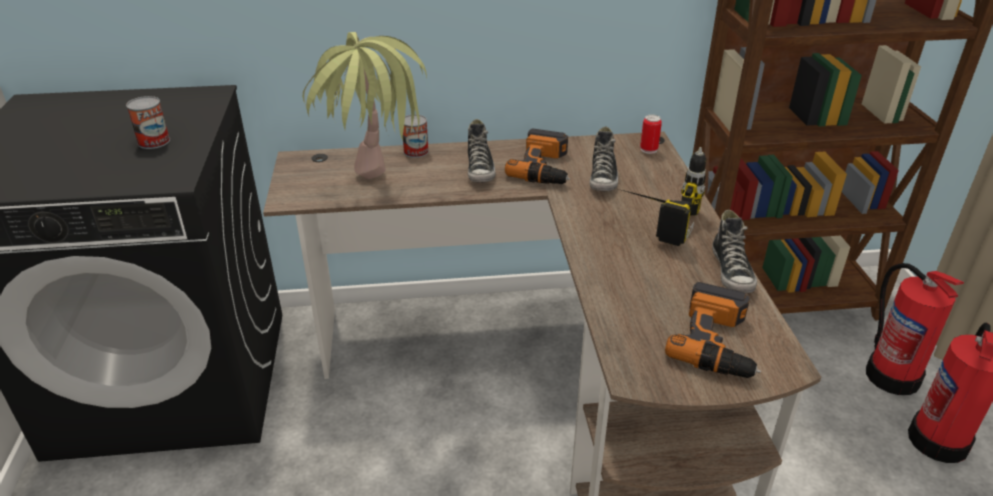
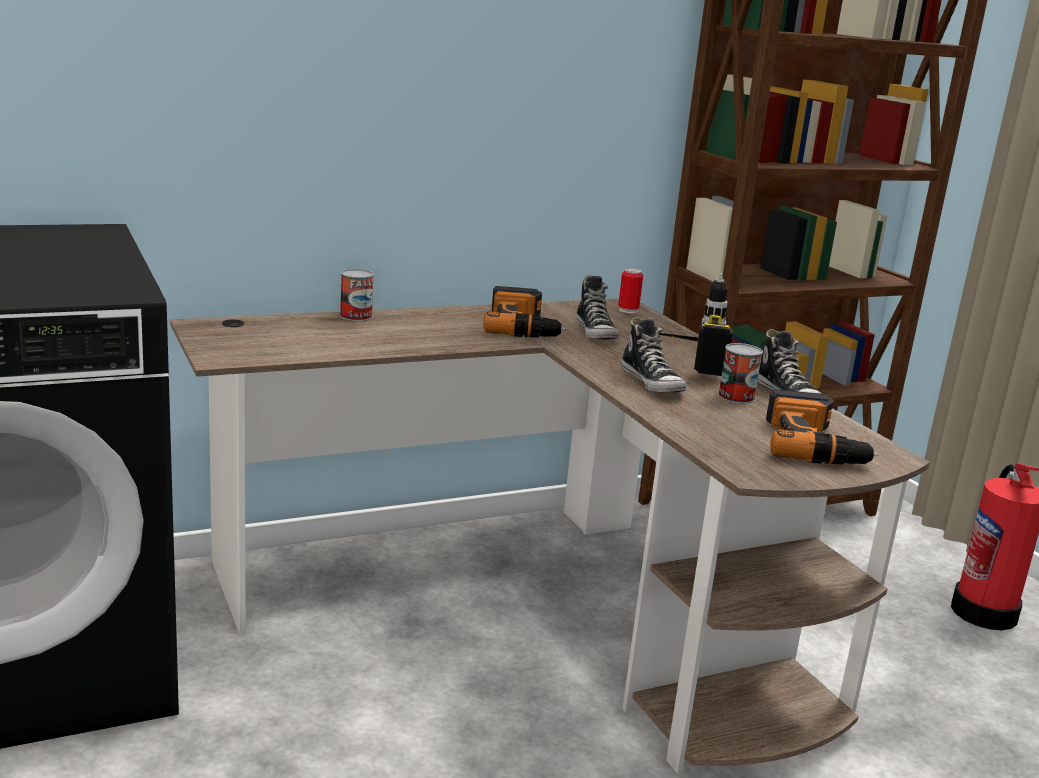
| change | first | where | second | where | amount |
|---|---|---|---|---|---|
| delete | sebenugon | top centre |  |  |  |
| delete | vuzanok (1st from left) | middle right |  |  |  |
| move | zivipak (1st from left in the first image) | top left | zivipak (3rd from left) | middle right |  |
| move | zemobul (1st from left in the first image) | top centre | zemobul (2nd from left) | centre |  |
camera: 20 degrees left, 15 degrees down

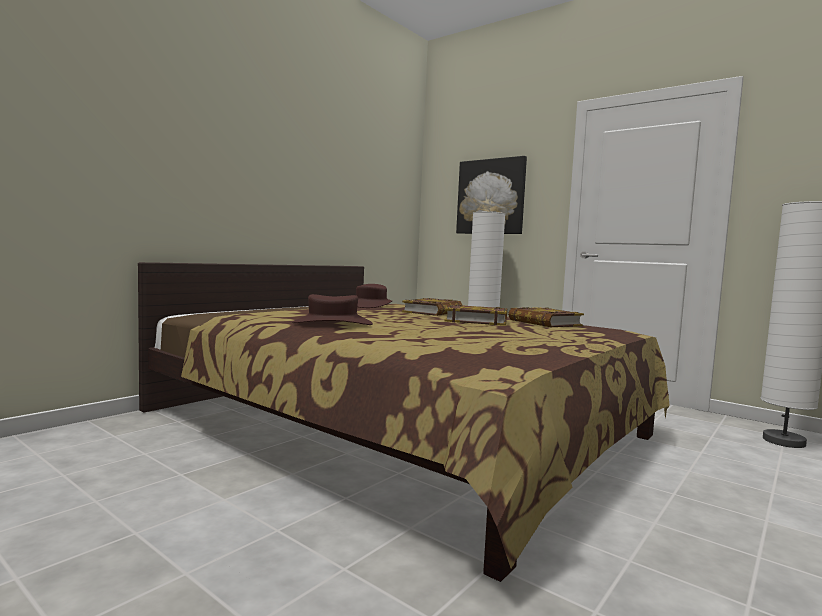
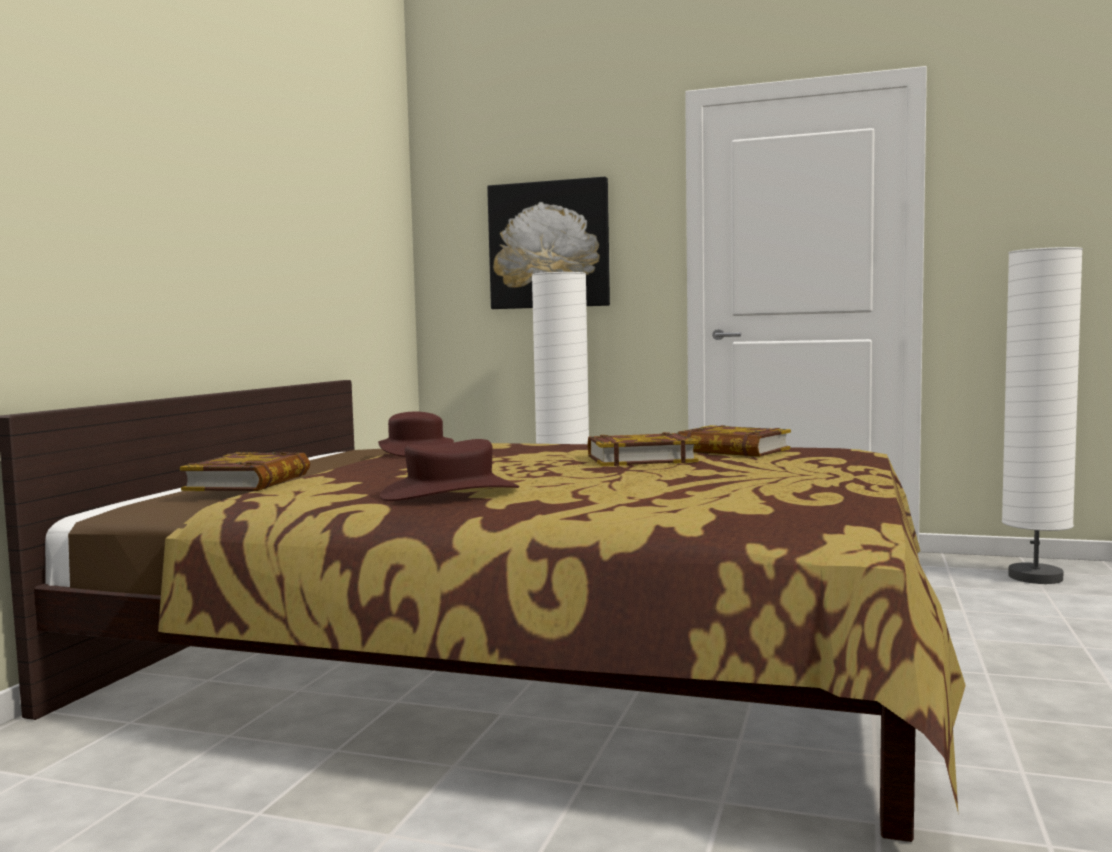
| change | first | where | second | where | amount |
|---|---|---|---|---|---|
| move | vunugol (1st from left) | centre |  | middle left |  |
camera: 20 degrees left, 0 degrees up

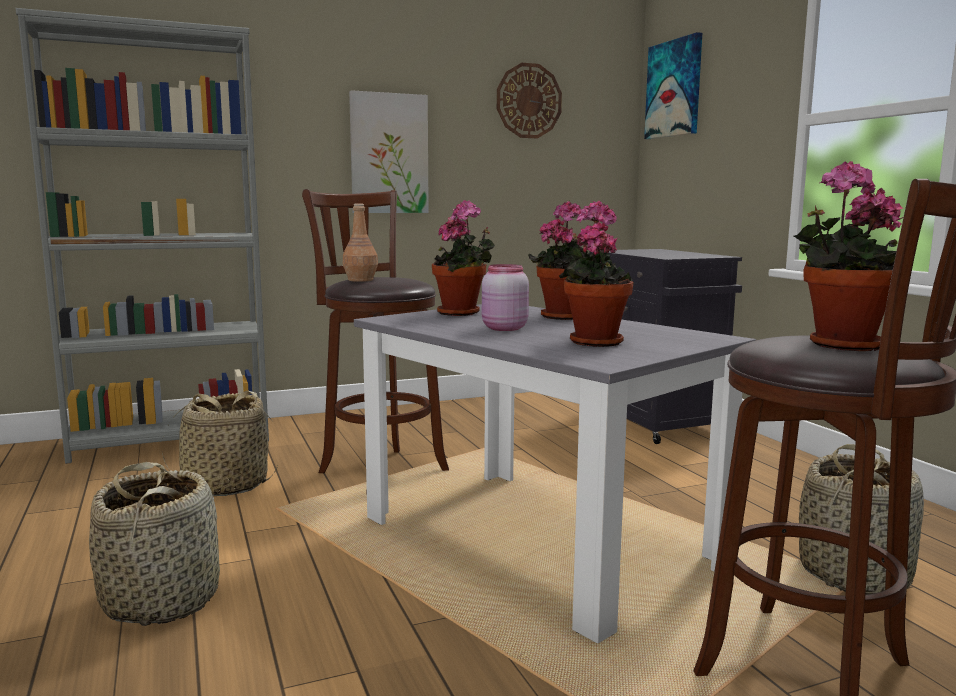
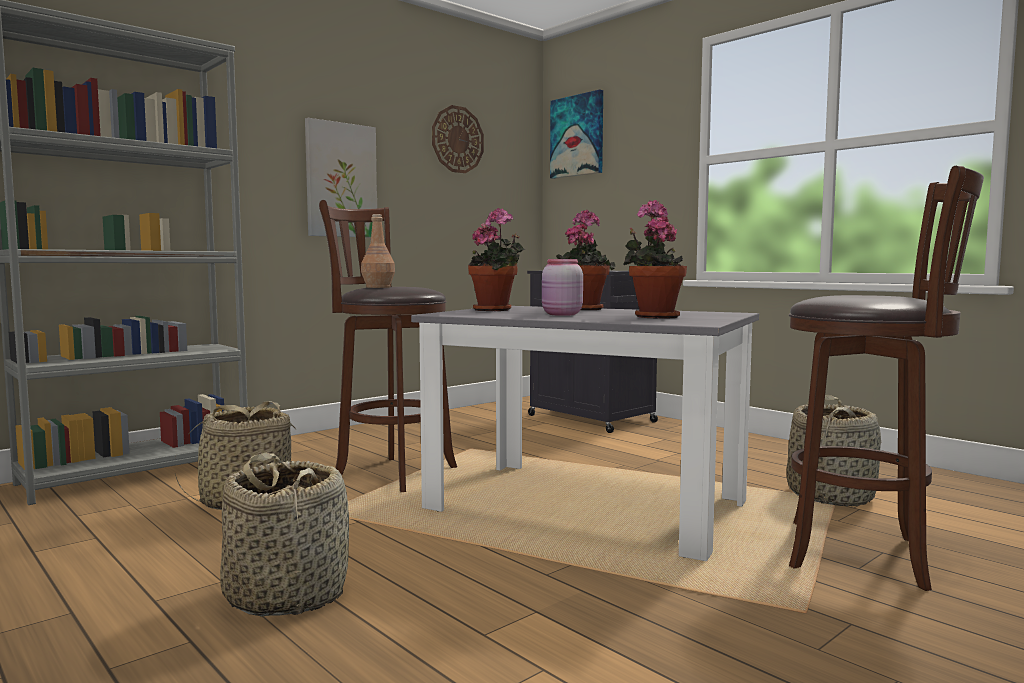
| change | first | where | second | where | amount |
|---|---|---|---|---|---|
| delete | sebenugon (4th from left) | middle right |  |  |  |
camera: 20 degrees left, 5 degrees down

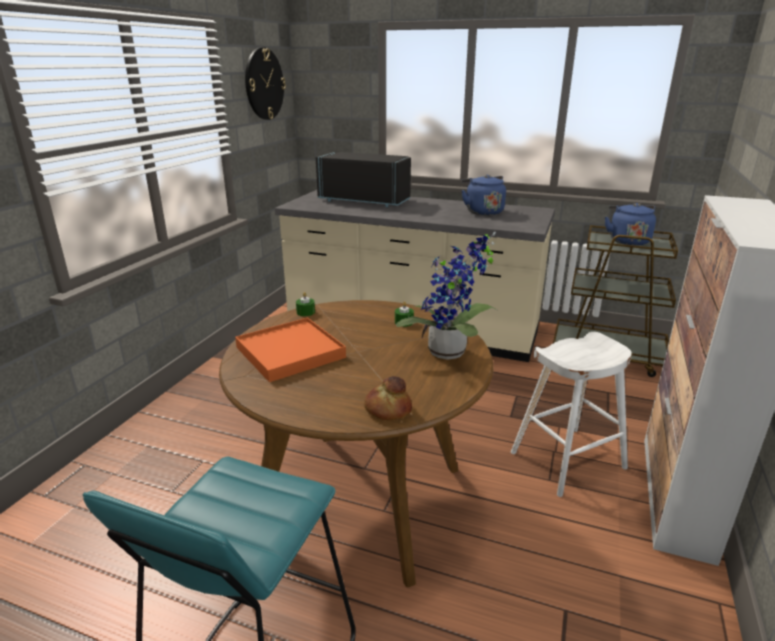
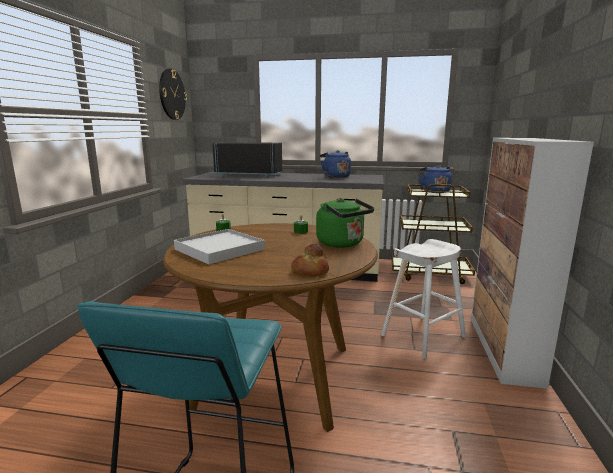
| change | first | where | second | where | amount |
|---|---|---|---|---|---|
| replace | sebenugon | centre | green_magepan | centre |  |
| recolor | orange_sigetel | centre | white_sigetel | centre |  |
camera: 10 degrees left, 10 degrees down

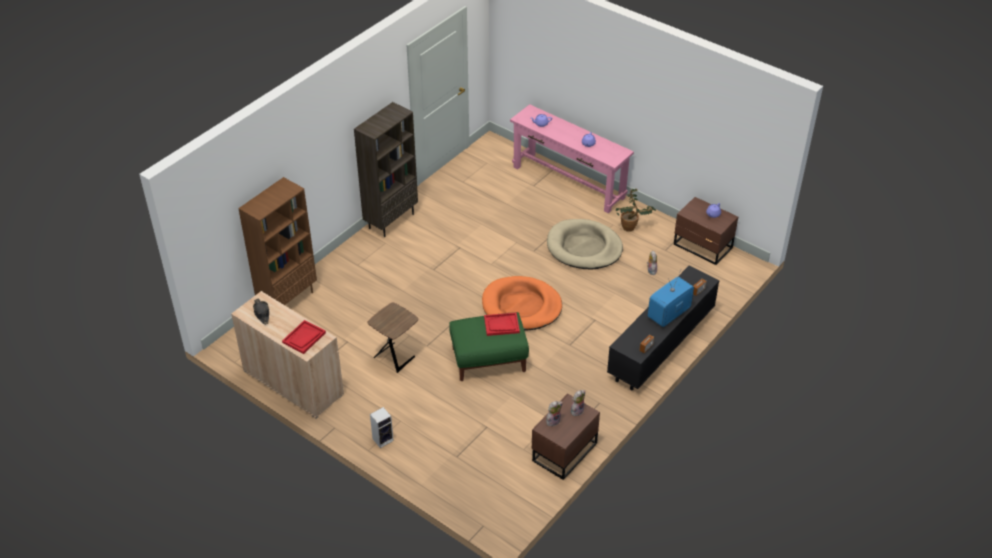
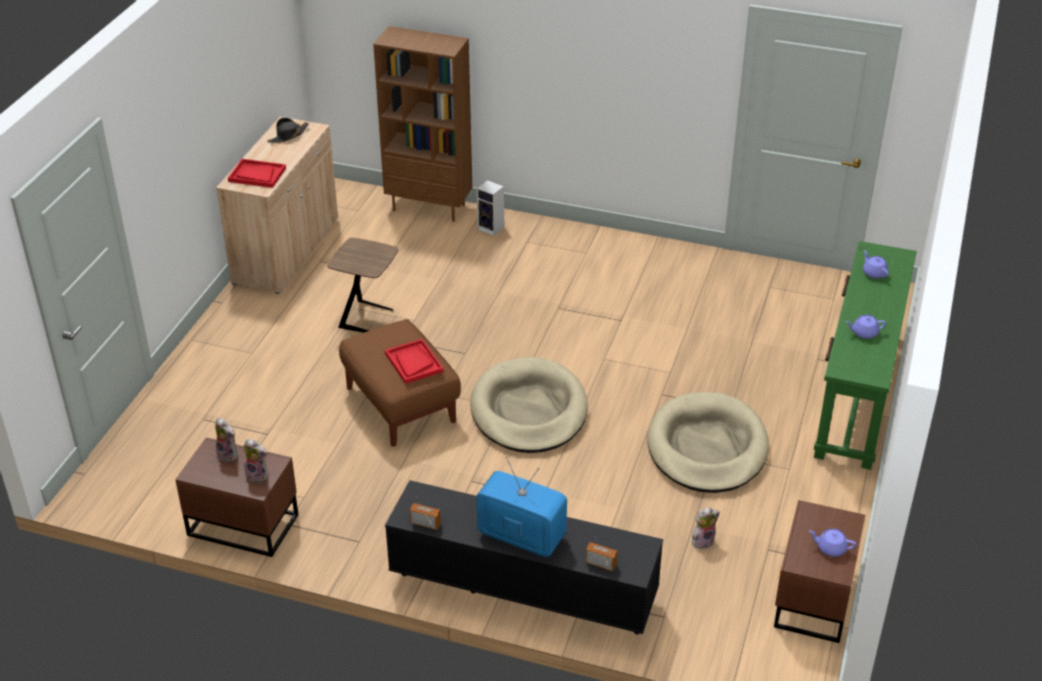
| change | first | where | second | where | amount |
|---|---|---|---|---|---|
| delete | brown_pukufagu (2nd from left) | top centre |  |  |  |
| delete | sebenugon | centre |  |  |  |
| move | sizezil | bottom centre |  | top centre |  |
| recolor | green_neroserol | centre | brown_neroserol | centre |  |
| recolor | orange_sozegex | centre | beige_sozegex (1st from left) | centre |  |
| recolor | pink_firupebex | top centre | green_firupebex | middle right |  |
camera: 70 degrees right, 5 degrees down

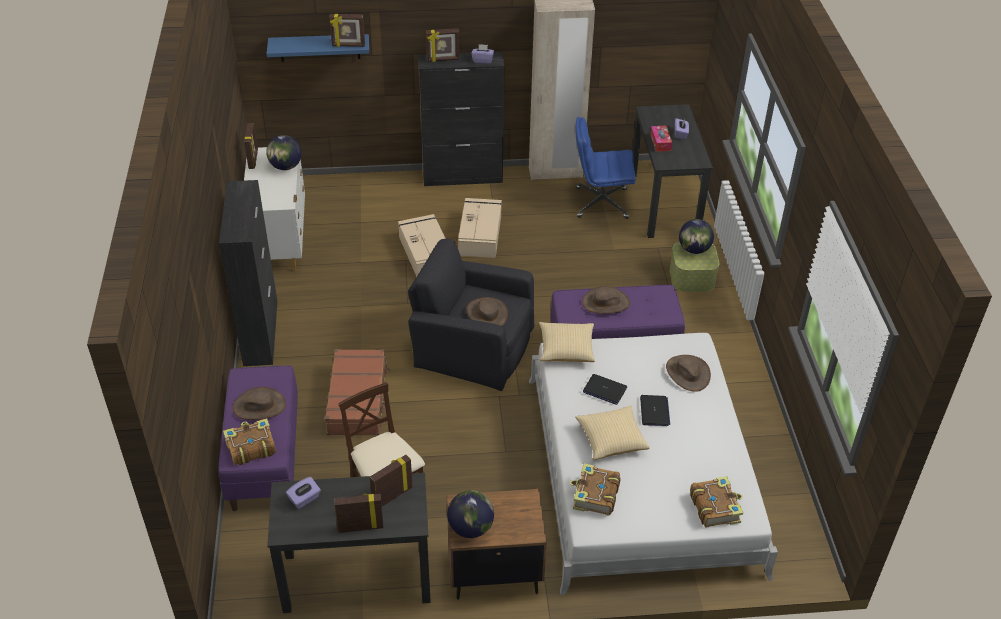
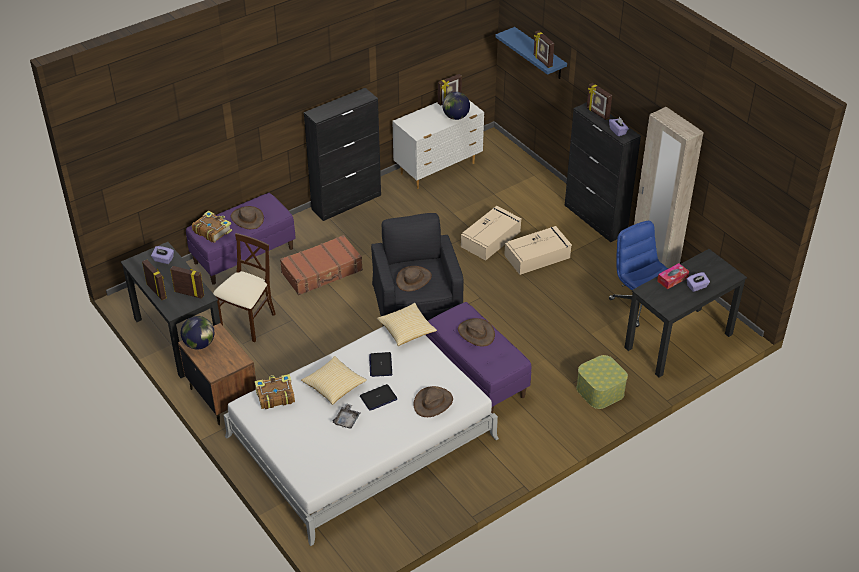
| change | first | where | second | where | amount |
|---|---|---|---|---|---|
| delete | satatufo (3rd from left) | middle right |  |  |  |
| delete | vunugol (3rd from left) | bottom right |  |  |  |
| insert |  |  | grey_sigetel | bottom centre |  |
camera: 60 degrees right, 0 degrees up

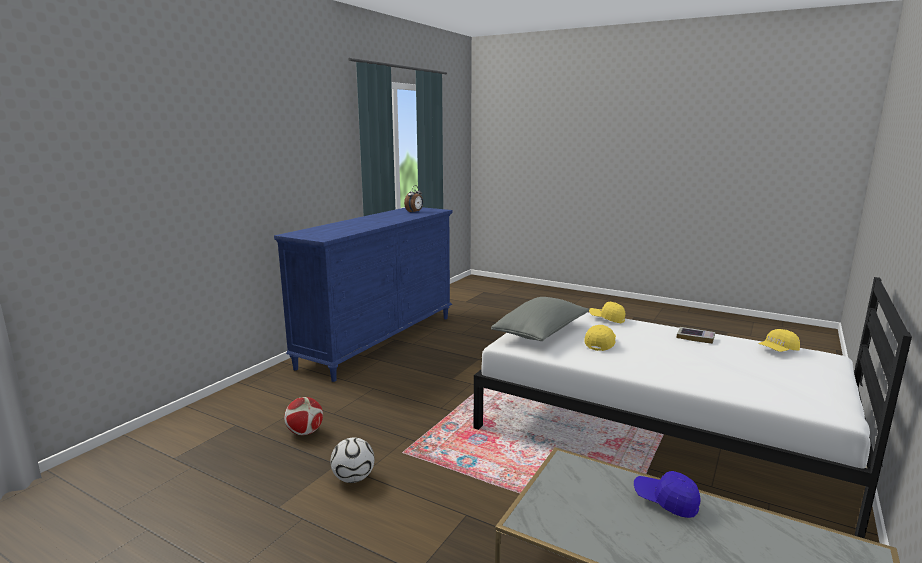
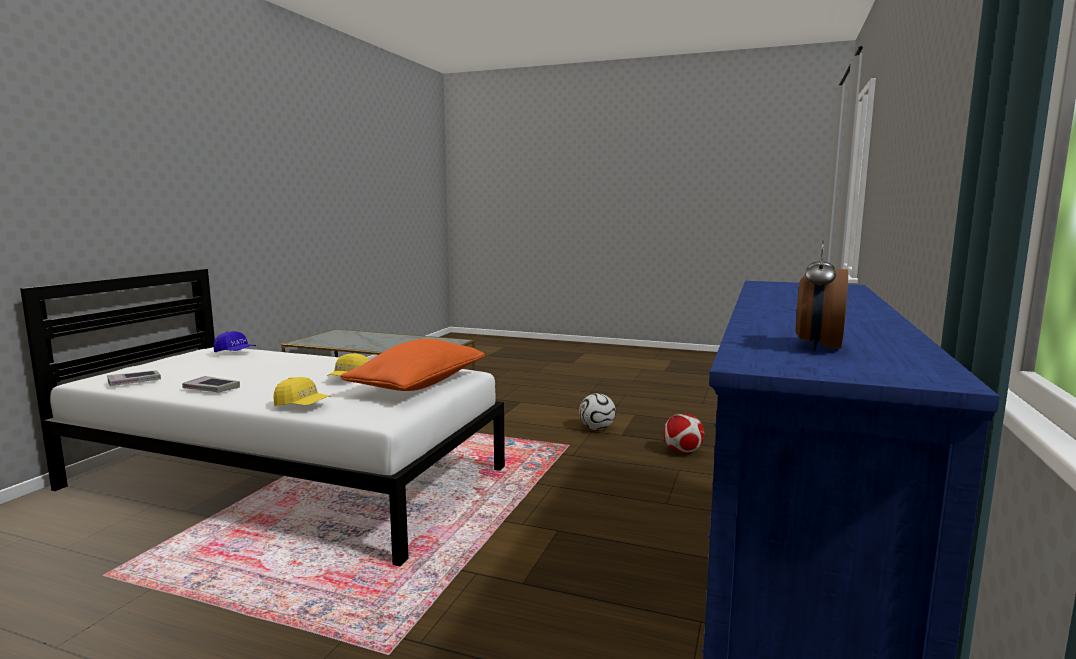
| change | first | where | second | where | amount |
|---|---|---|---|---|---|
| move | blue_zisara | bottom right |  | middle left |  |
| replace | yellow_zisara (3rd from left) | middle right | vunugol (1st from left) | middle left |  |
| recolor | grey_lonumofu | centre | orange_lonumofu | centre |  |
camera: 170 degrees right, 5 degrees down

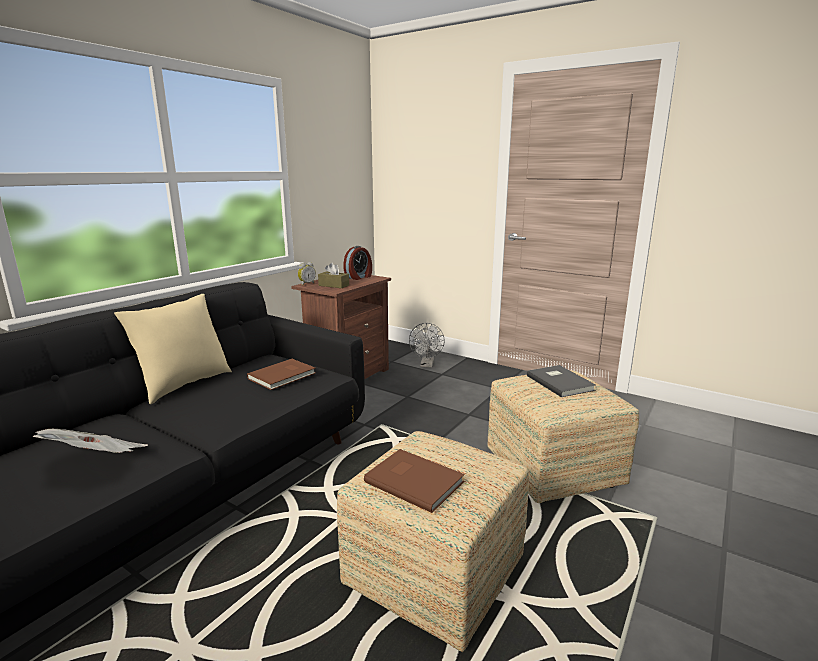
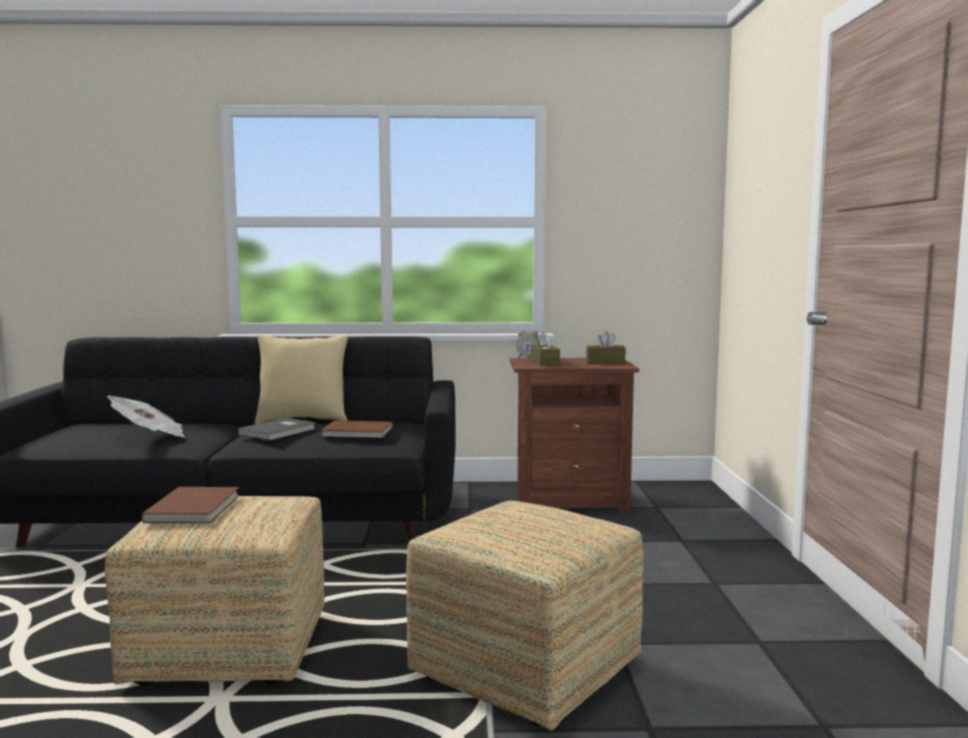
| change | first | where | second | where | amount |
|---|---|---|---|---|---|
| delete | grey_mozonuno | centre |  |  |  |
| move | grey_vunugol | middle right |  | middle left |  |
| replace | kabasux (2nd from left) | centre | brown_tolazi (2nd from left) | centre |  |
camera: 55 degrees right, 10 degrees down

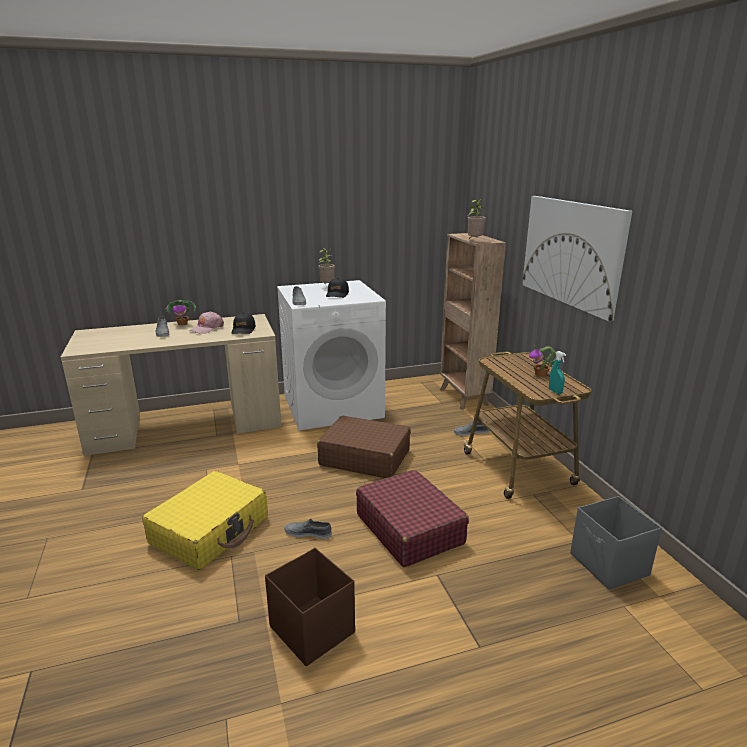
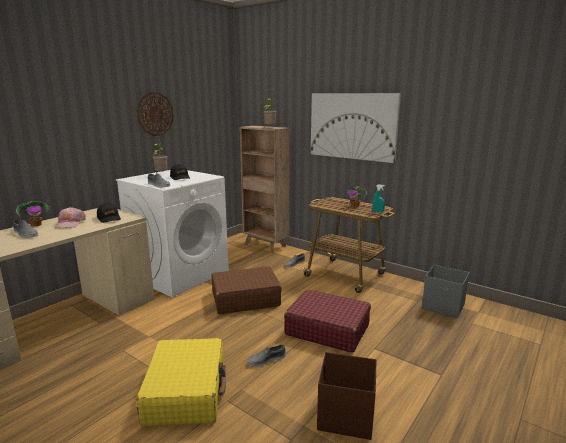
| change | first | where | second | where | amount |
|---|---|---|---|---|---|
| insert |  |  | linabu | top left |  |
camera: 35 degrees left, 5 degrees down

